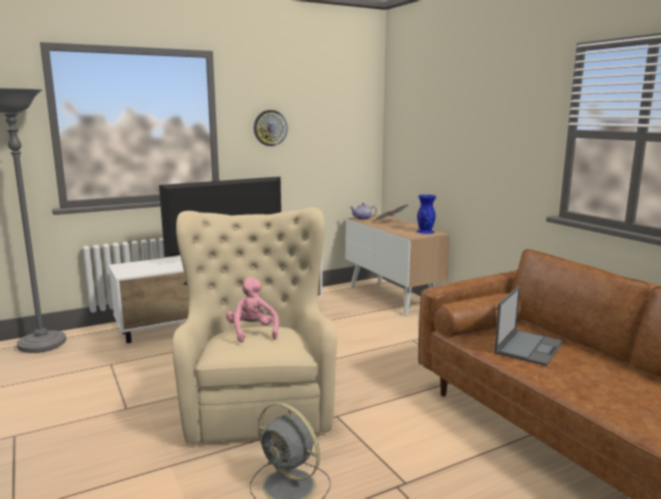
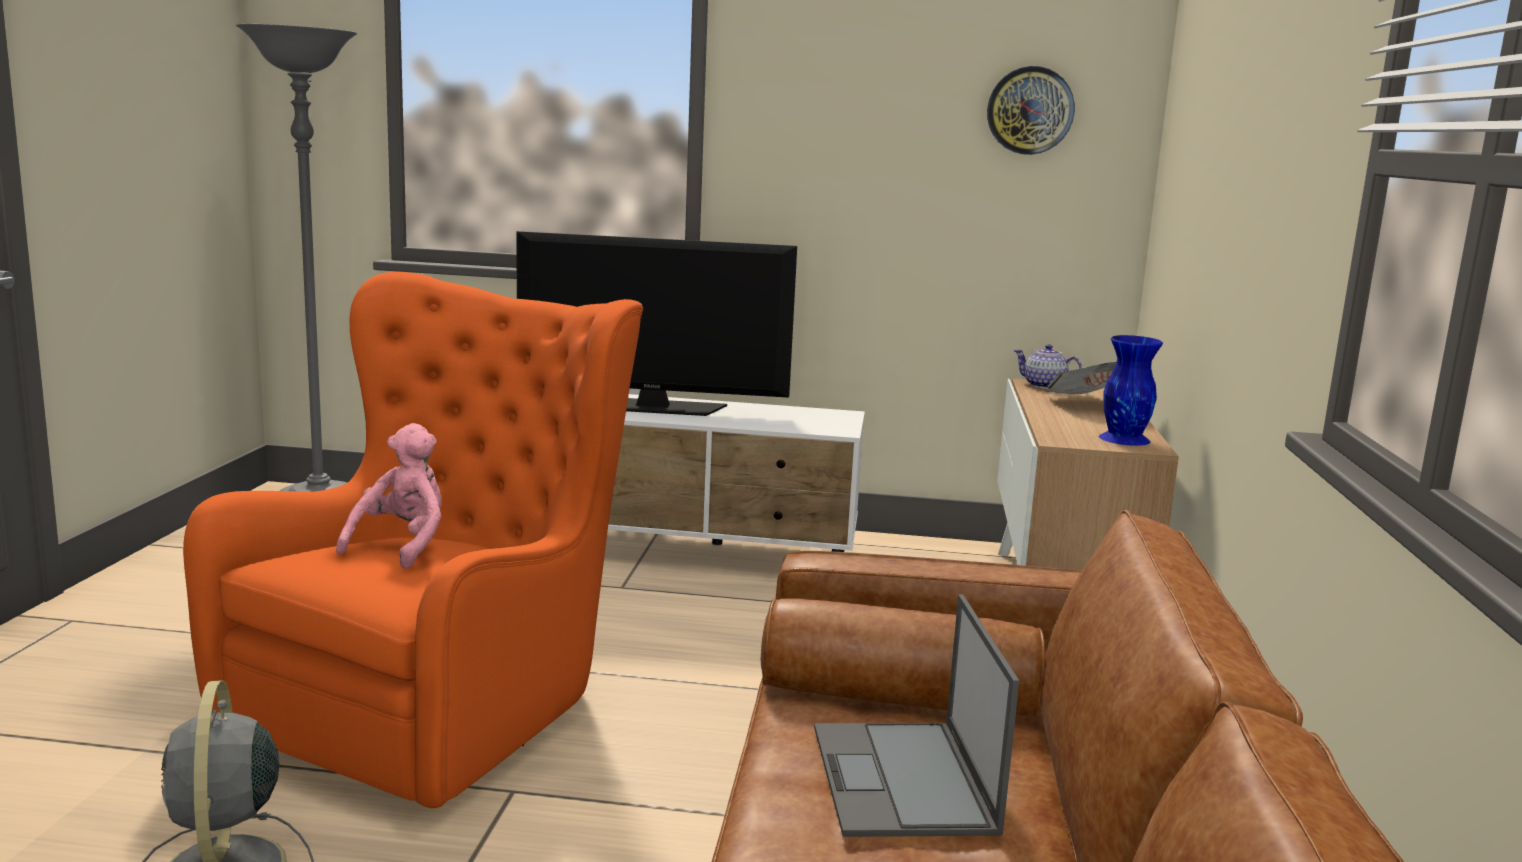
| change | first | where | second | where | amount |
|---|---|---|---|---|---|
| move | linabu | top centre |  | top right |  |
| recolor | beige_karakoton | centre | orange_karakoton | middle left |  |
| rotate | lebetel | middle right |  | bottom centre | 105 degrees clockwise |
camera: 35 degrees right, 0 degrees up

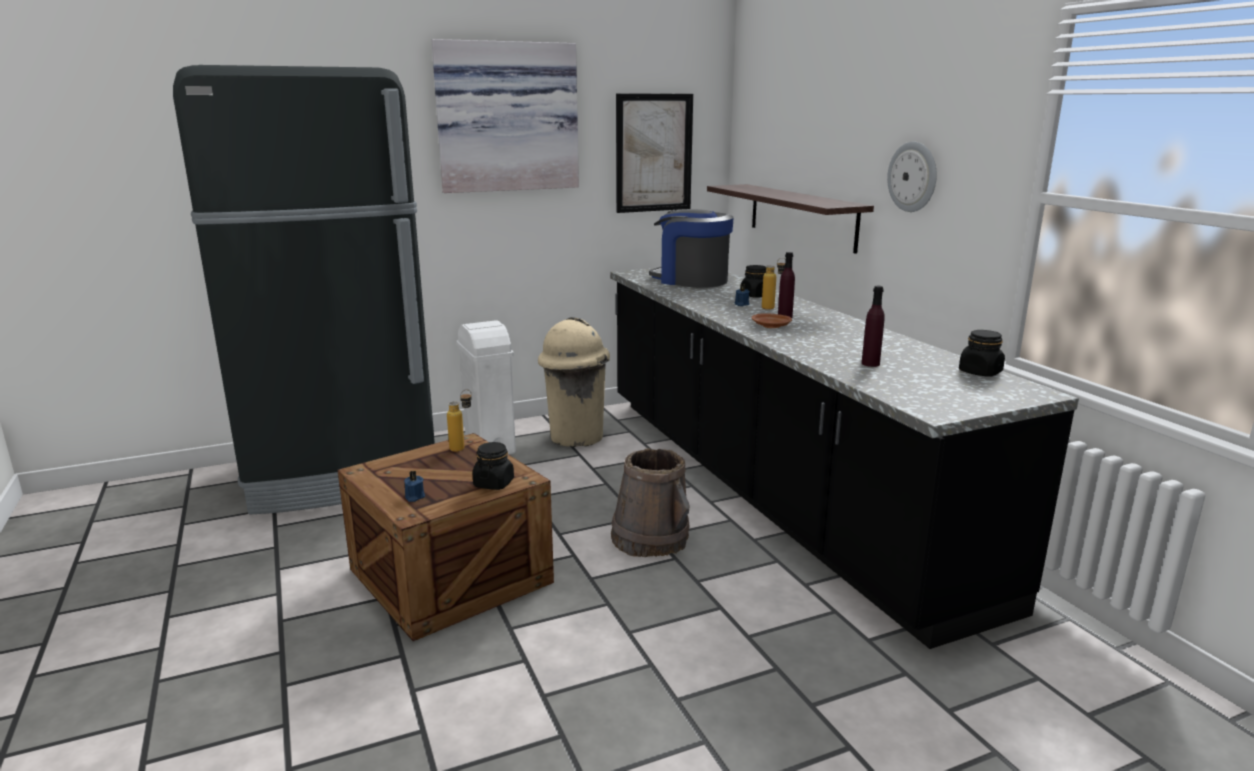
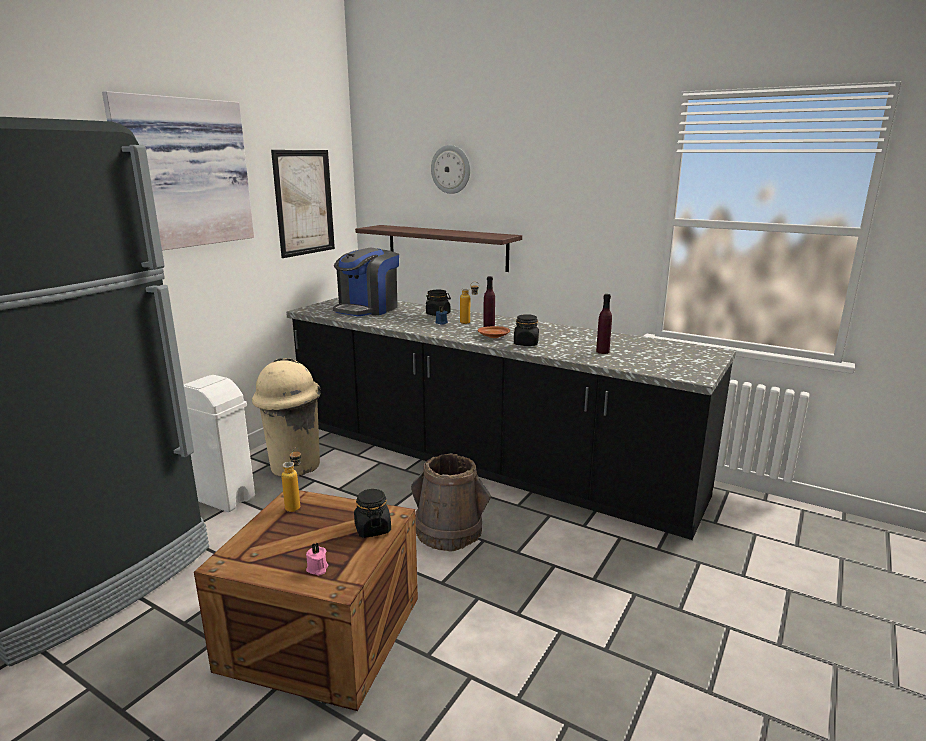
| change | first | where | second | where | amount |
|---|---|---|---|---|---|
| move | linabu | top right |  | top centre |  |
| move | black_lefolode (3rd from left) | middle right |  | centre |  |
| recolor | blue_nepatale (1st from left) | middle left | pink_nepatale | bottom centre |  |
| rotate | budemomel | top centre |  | centre | 60 degrees counterclockwise |
camera: 35 degrees left, 0 degrees up

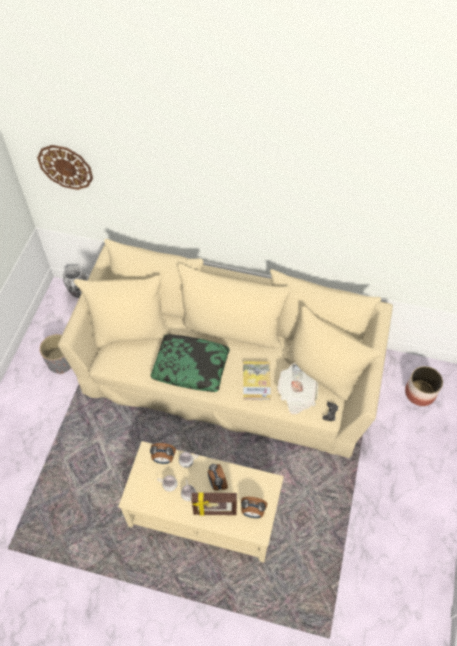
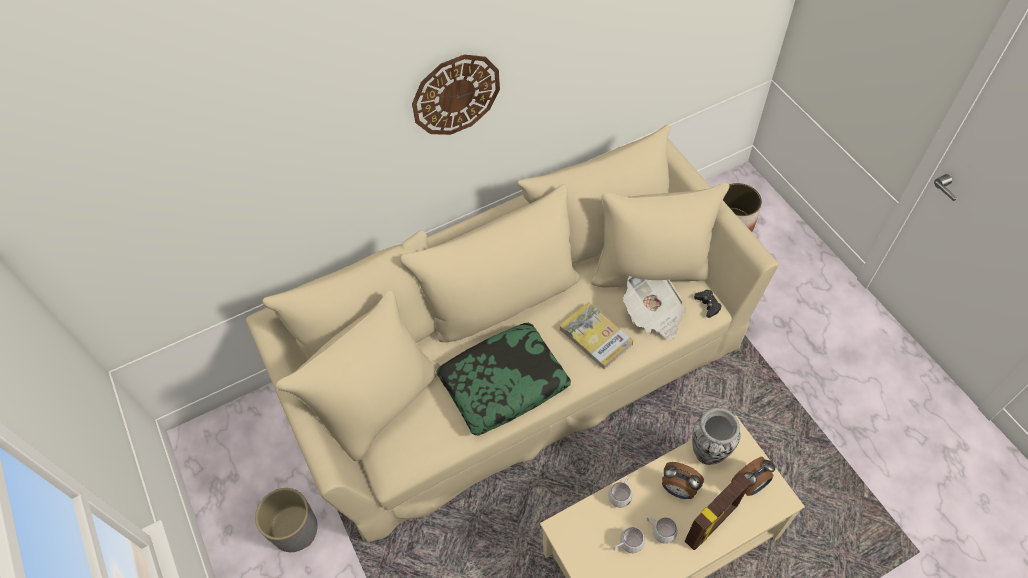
| change | first | where | second | where | amount |
|---|---|---|---|---|---|
| delete | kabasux (1st from left) | bottom centre |  |  |  |
| move | linabu | top left |  | top centre |  |
| move | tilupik | middle left |  | bottom right |  |
camera: 40 degrees left, 0 degrees up

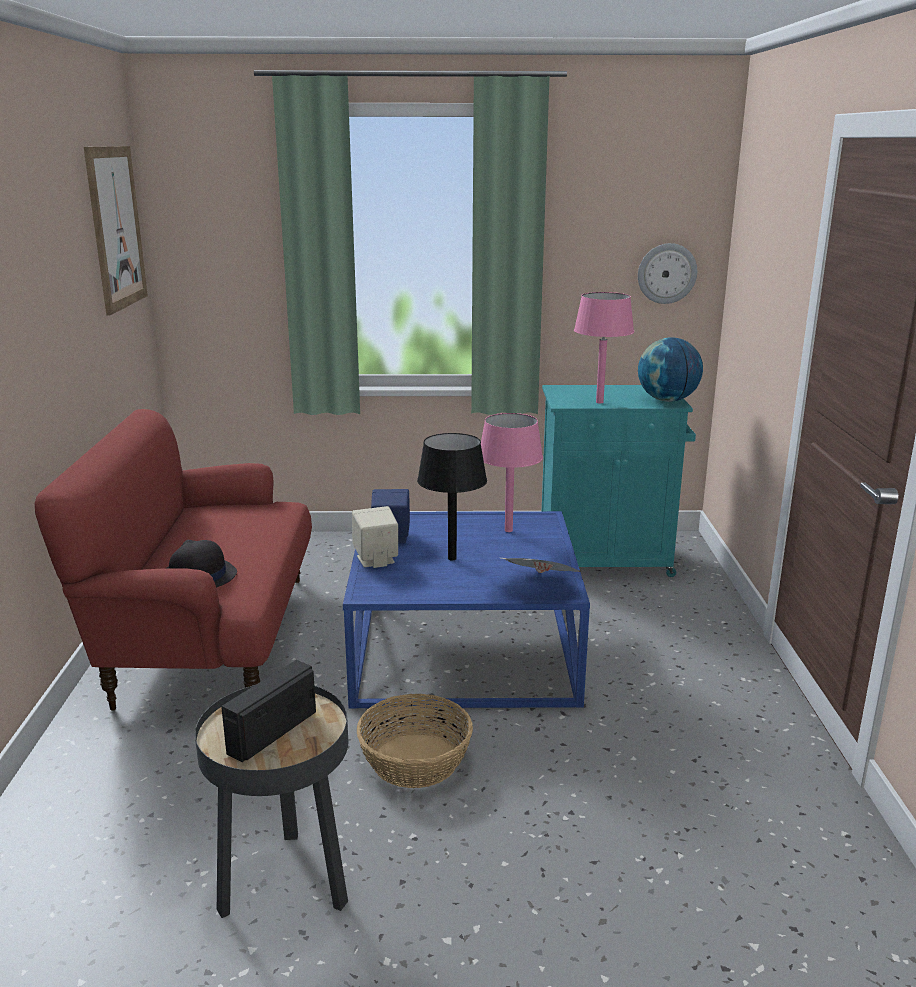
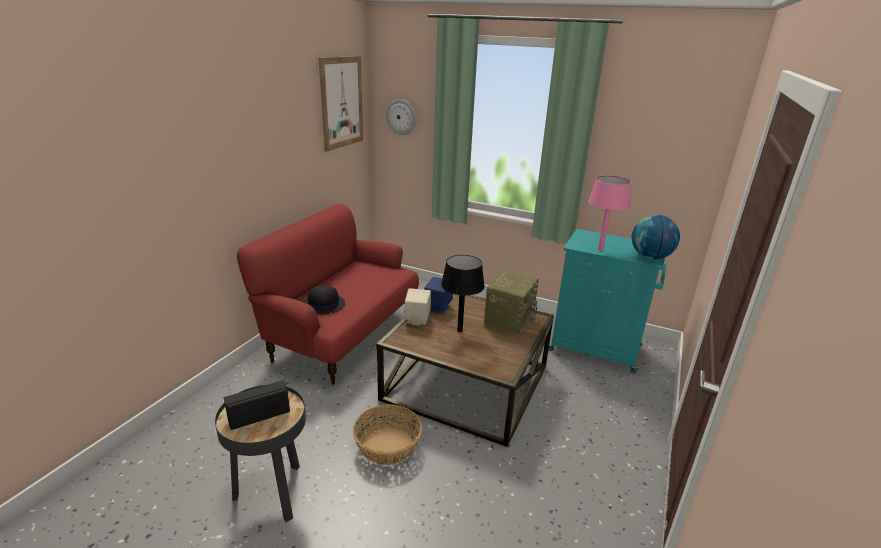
| change | first | where | second | where | amount |
|---|---|---|---|---|---|
| delete | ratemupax | centre |  |  |  |
| move | linabu | top right |  | top centre |  |
| replace | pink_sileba (1st from left) | centre | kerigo (2nd from left) | centre |  |
| recolor | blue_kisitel | centre | brown_kisitel | bottom centre |  |
camera: 25 degrees right, 5 degrees up

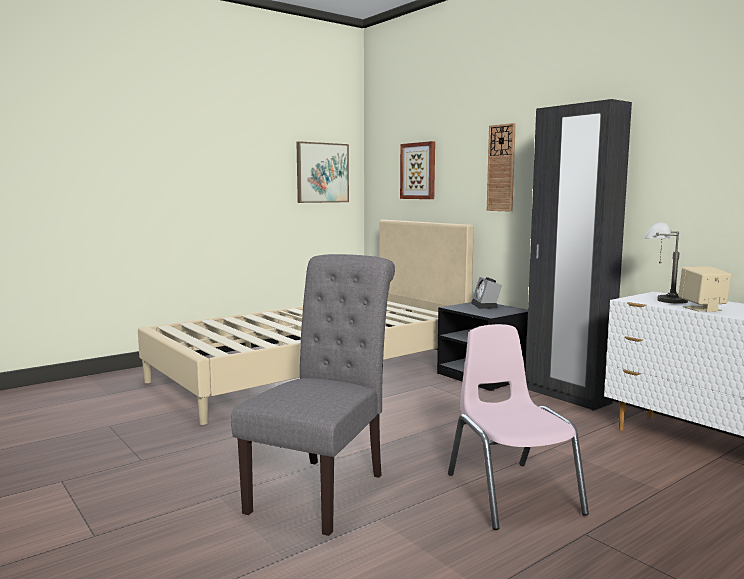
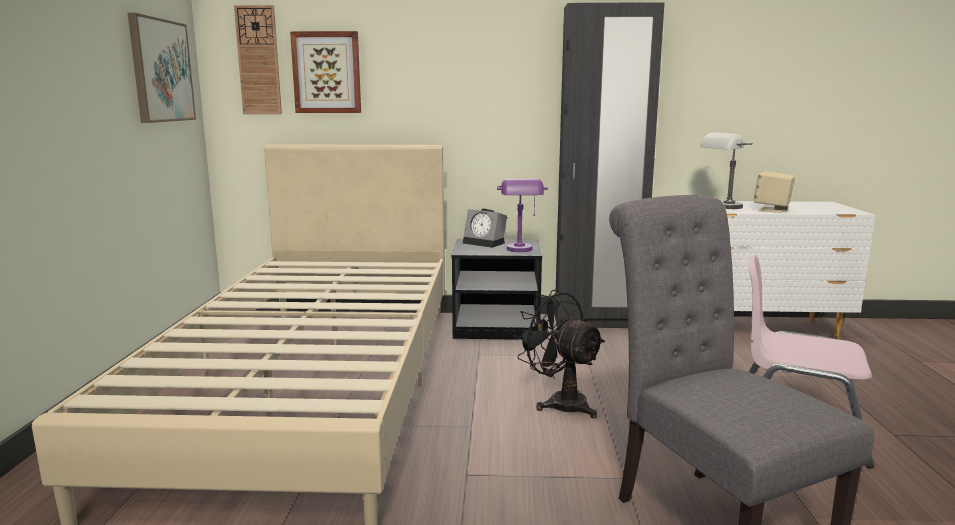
| change | first | where | second | where | amount |
|---|---|---|---|---|---|
| insert |  |  | purple_sileba | centre |  |
| insert |  |  | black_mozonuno | bottom centre |  |
| move | linabu | top right |  | top left |  |
camera: 50 degrees left, 5 degrees up

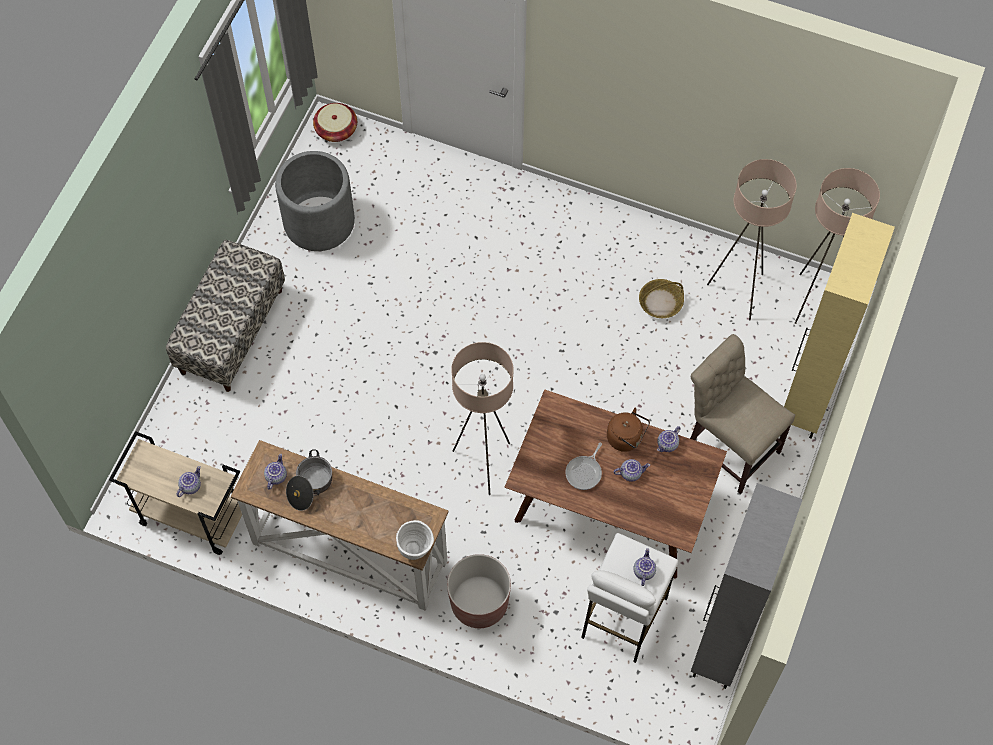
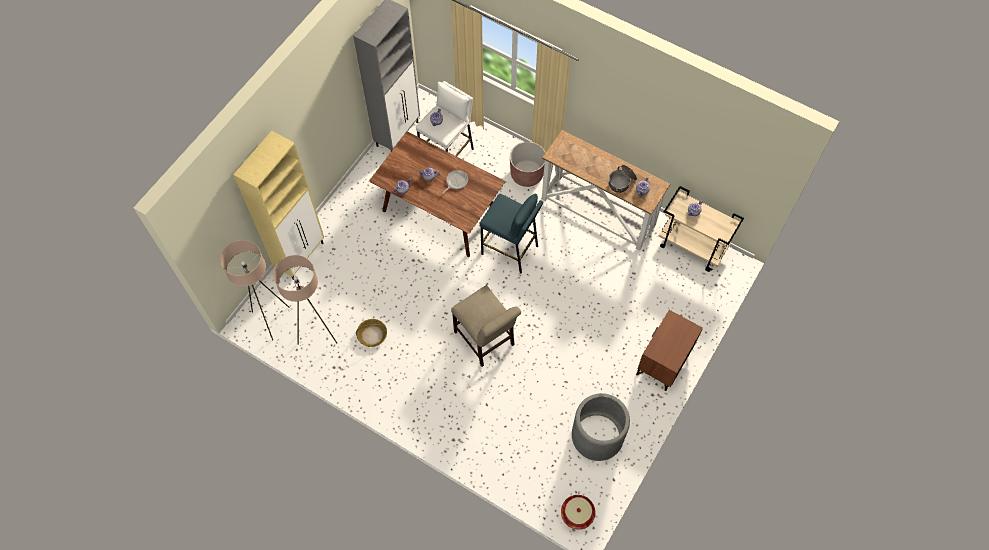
| change | first | where | second | where | amount |
|---|---|---|---|---|---|
| delete | white_tilupik | bottom centre |  |  |  |
| delete | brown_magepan | centre |  |  |  |
| move | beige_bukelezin | middle right |  | centre |  |
| replace | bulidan | middle left | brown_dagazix | middle right |  |
| replace | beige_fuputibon (1st from left) | centre | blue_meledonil | centre |  |
camera: 170 degrees left, 0 degrees up

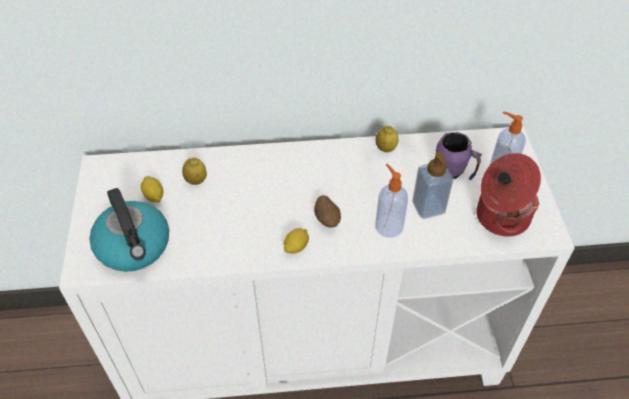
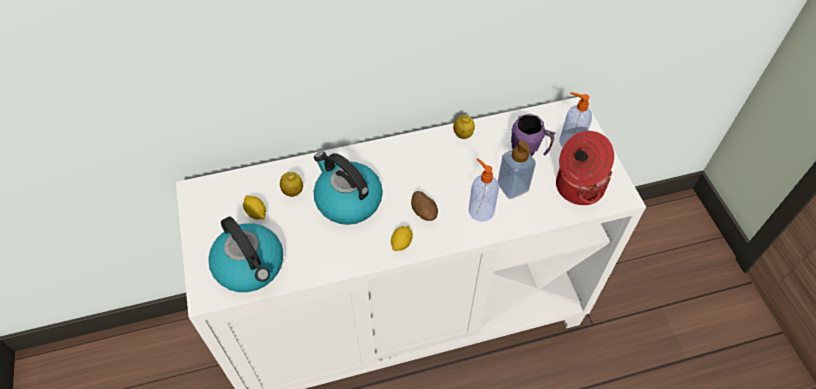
| change | first | where | second | where | amount |
|---|---|---|---|---|---|
| insert |  |  | magepan (2nd from left) | centre |  |
camera: 10 degrees left, 5 degrees up

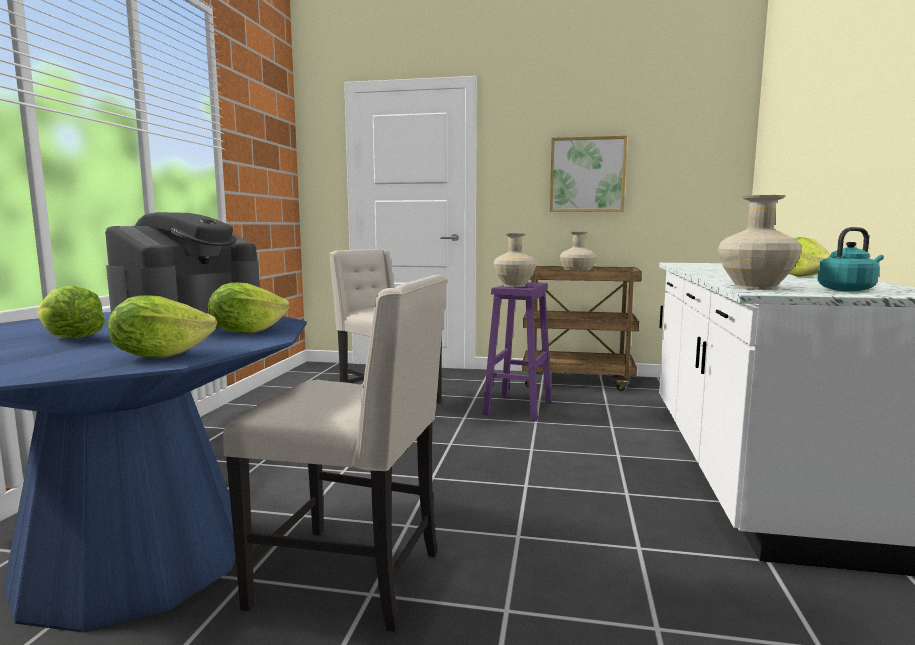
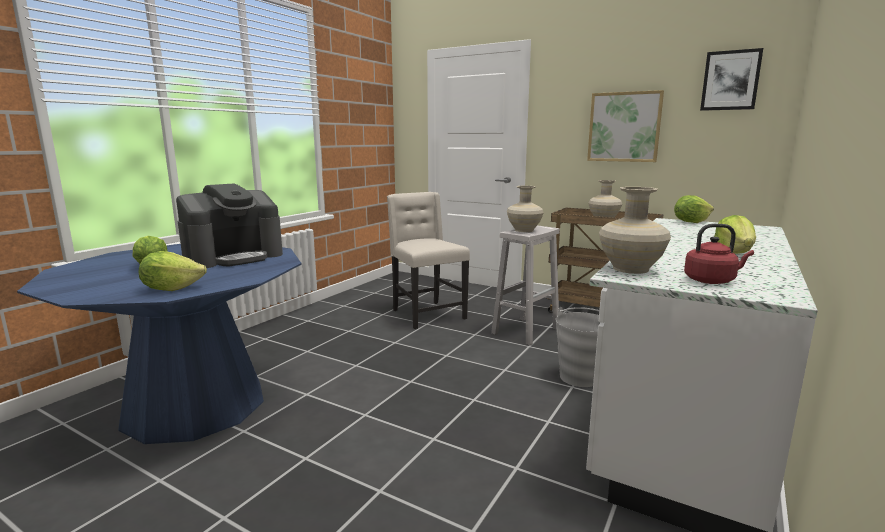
| change | first | where | second | where | amount |
|---|---|---|---|---|---|
| delete | beige_bukelezin (1st from left) | bottom centre |  |  |  |
| insert |  |  | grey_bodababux | centre |  |
| insert |  |  | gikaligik (2nd from left) | top right |  |
| move | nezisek (3rd from left) | middle left |  | middle right |  |
| recolor | purple_meledonil | centre | white_meledonil | centre |  |
| recolor | turquoise_magepan | middle right | red_magepan | middle right |  |
camera: 20 degrees right, 5 degrees up

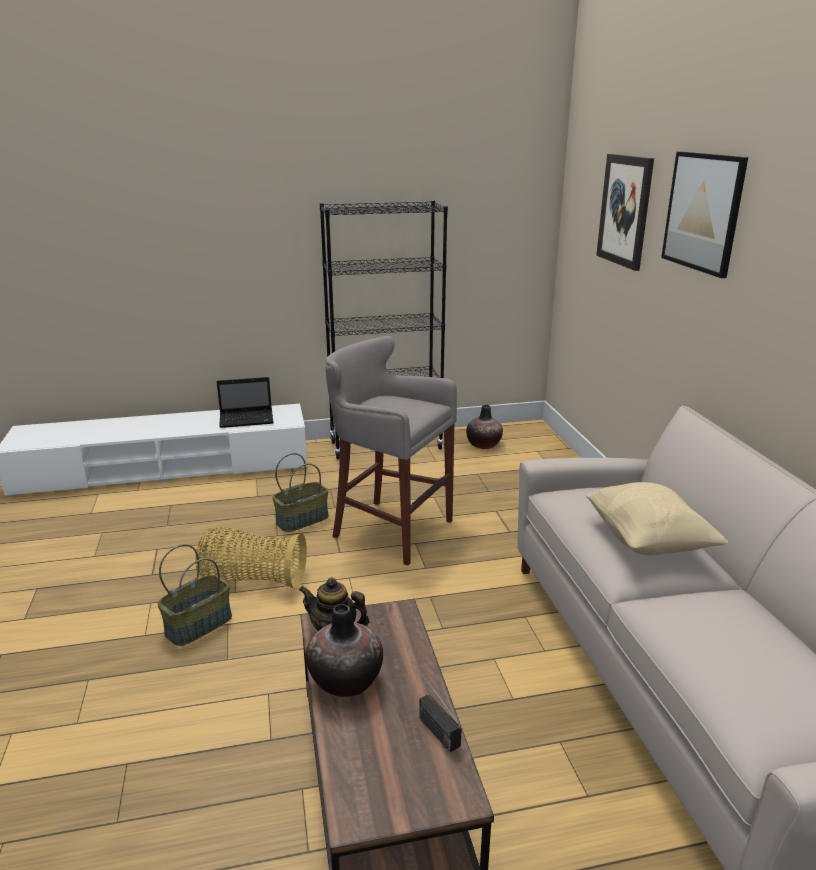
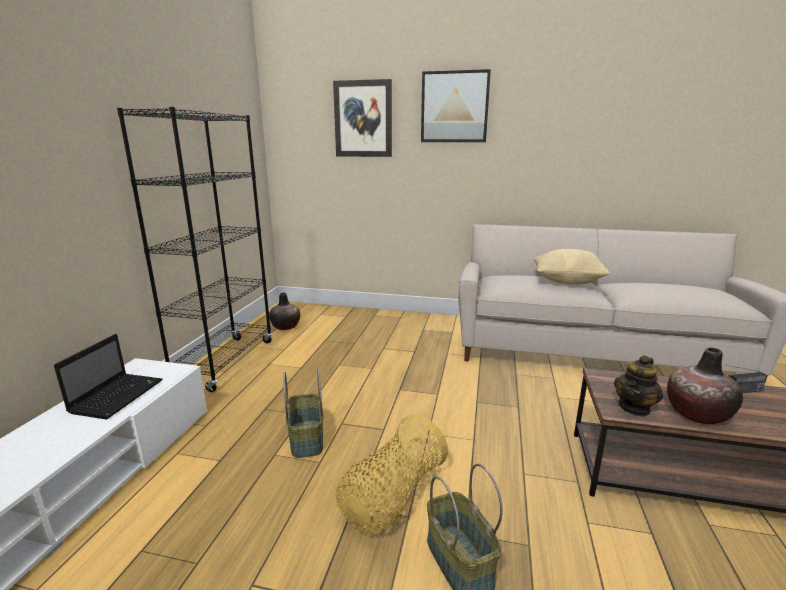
| change | first | where | second | where | amount |
|---|---|---|---|---|---|
| delete | grey_meledonil | centre |  |  |  |
camera: 65 degrees left, 5 degrees down

